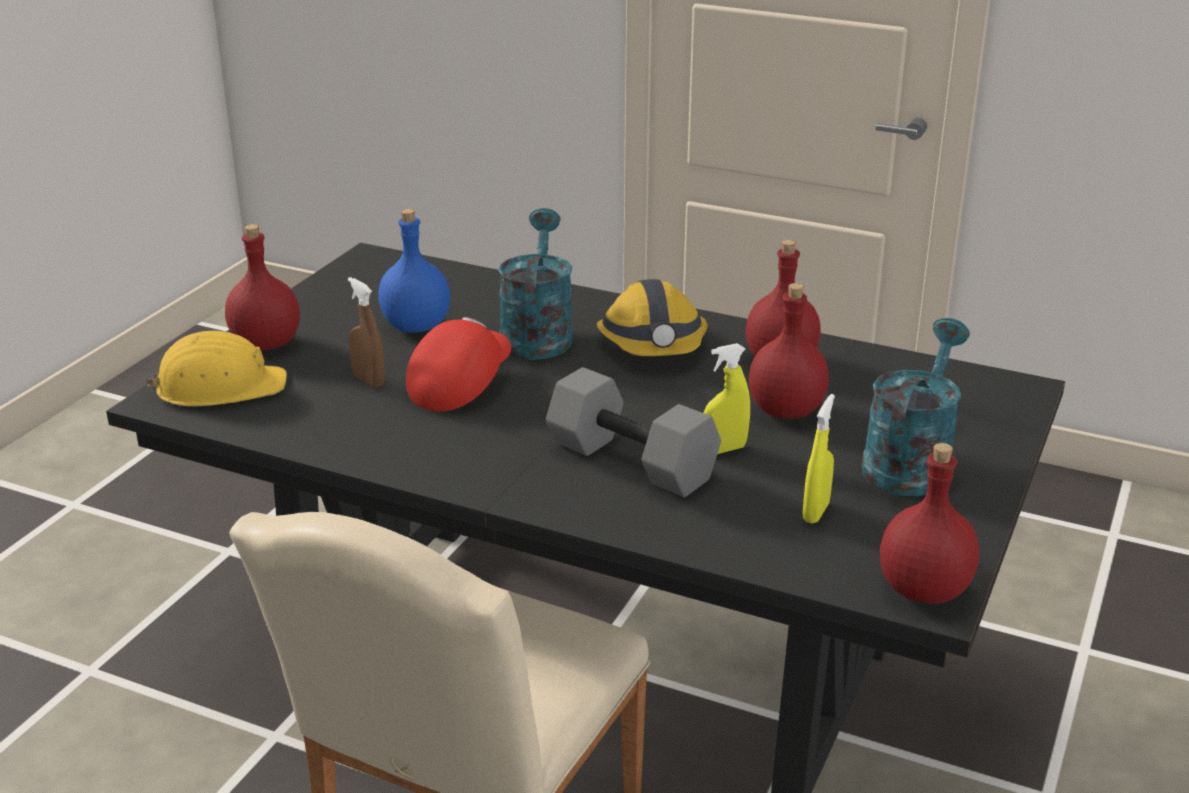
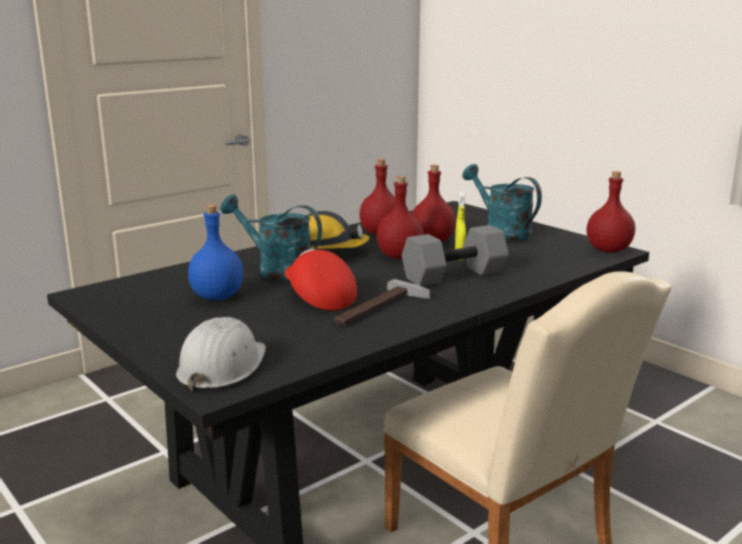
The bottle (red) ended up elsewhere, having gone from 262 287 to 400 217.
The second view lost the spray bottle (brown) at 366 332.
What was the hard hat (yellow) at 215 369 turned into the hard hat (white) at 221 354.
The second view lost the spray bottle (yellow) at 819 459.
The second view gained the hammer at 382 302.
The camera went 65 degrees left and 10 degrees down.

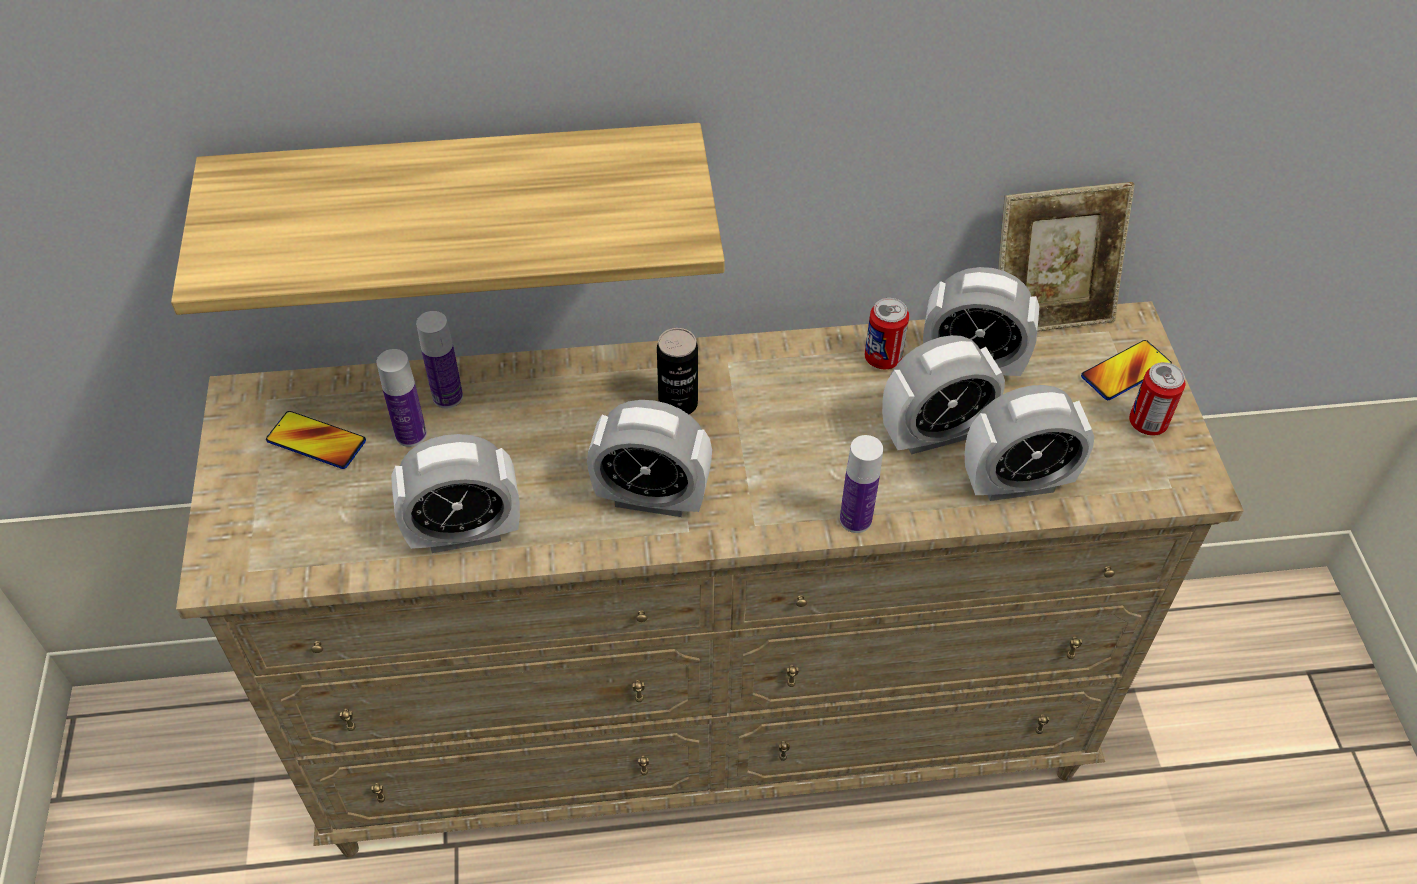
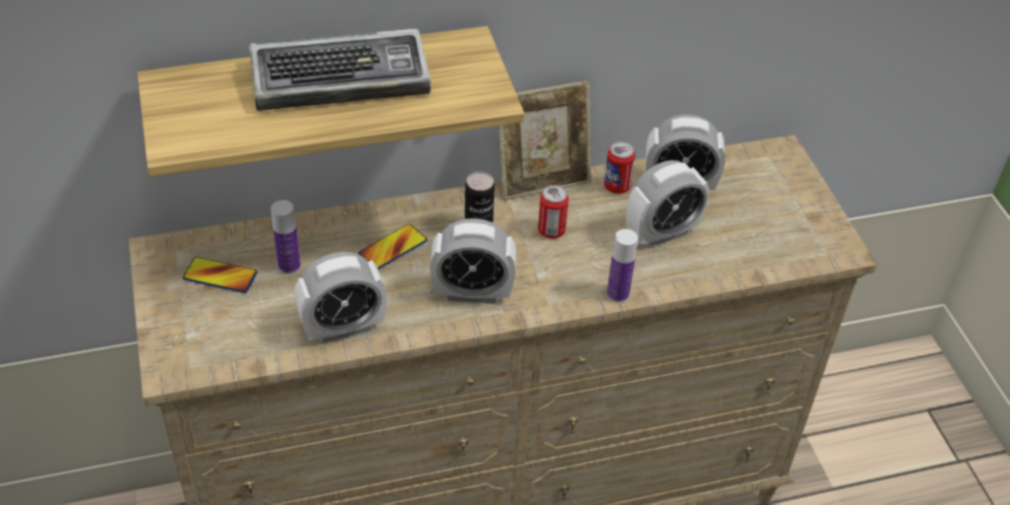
The picture frame ended up elsewhere, having gone from 1066 257 to 545 140.
The second view lost the bottle at 439 359.
The phone ended up elsewhere, having gone from 1126 370 to 392 246.
The can ended up elsewhere, having gone from 1157 399 to 553 212.
The second view lost the alarm clock at 1030 443.
The second view gained the keyboard at 340 69.
The camera went 10 degrees left and 5 degrees down.

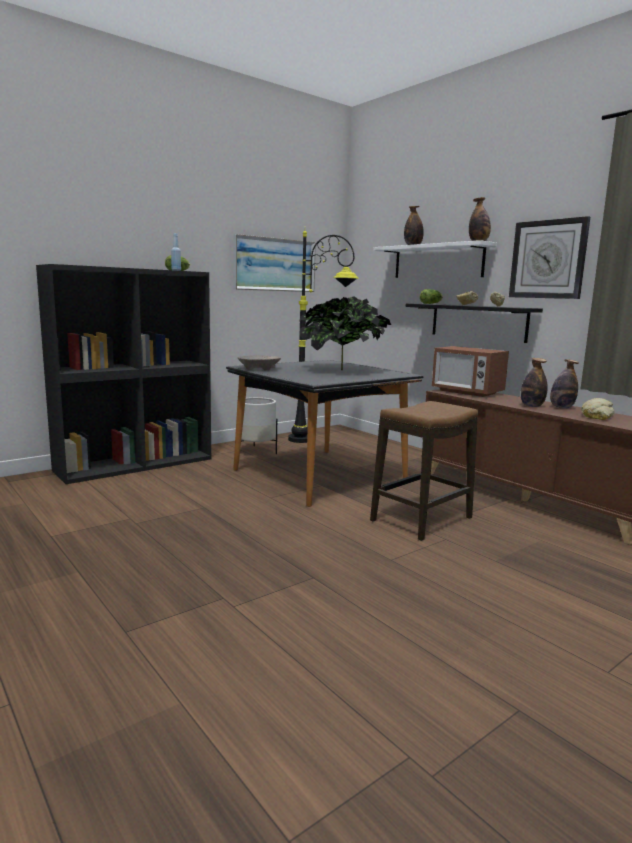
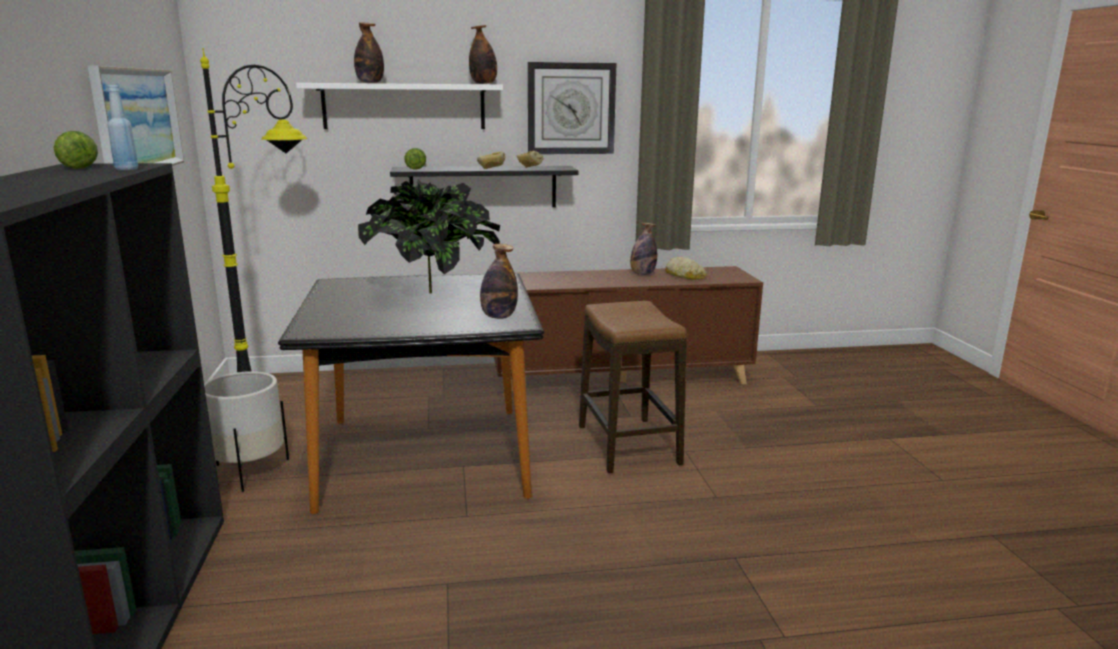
The second view lost the microwave at 470 371.
The second view lost the bowl (beige) at 259 363.
The bottle ended up elsewhere, having gone from 534 382 to 499 281.
The camera went 60 degrees left and 5 degrees up.

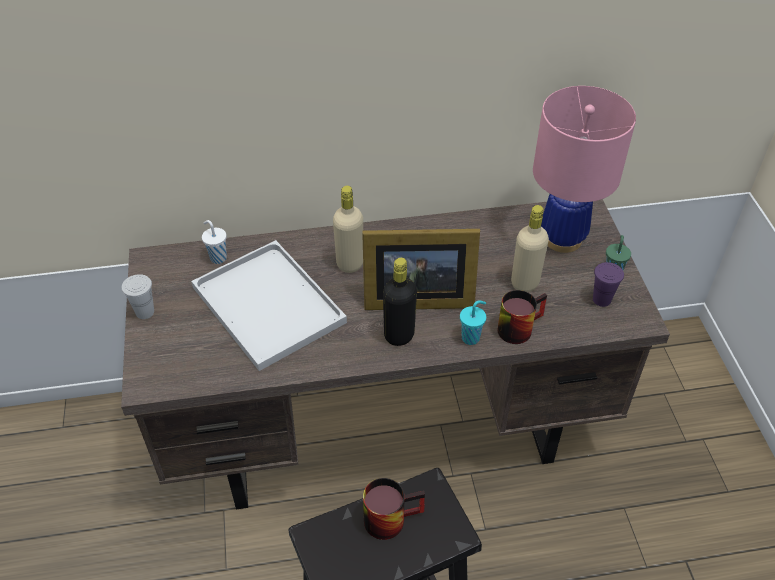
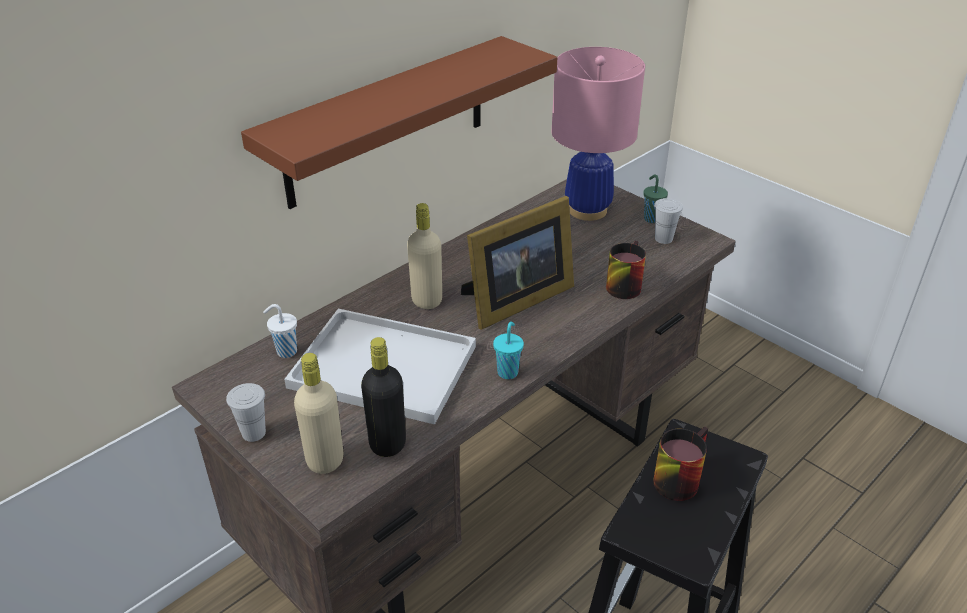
The bottle (beige) ended up elsewhere, having gone from 530 248 to 319 413.
The bottle (black) ended up elsewhere, having gone from 400 302 to 383 397.
What was the cup (purple) at 608 284 turned into the cup (white) at 668 221.
The cup (turquoise) ended up elsewhere, having gone from 473 322 to 508 350.
The second view gained the shelf (brown) at 399 122.
The camera went 35 degrees left and 10 degrees down.

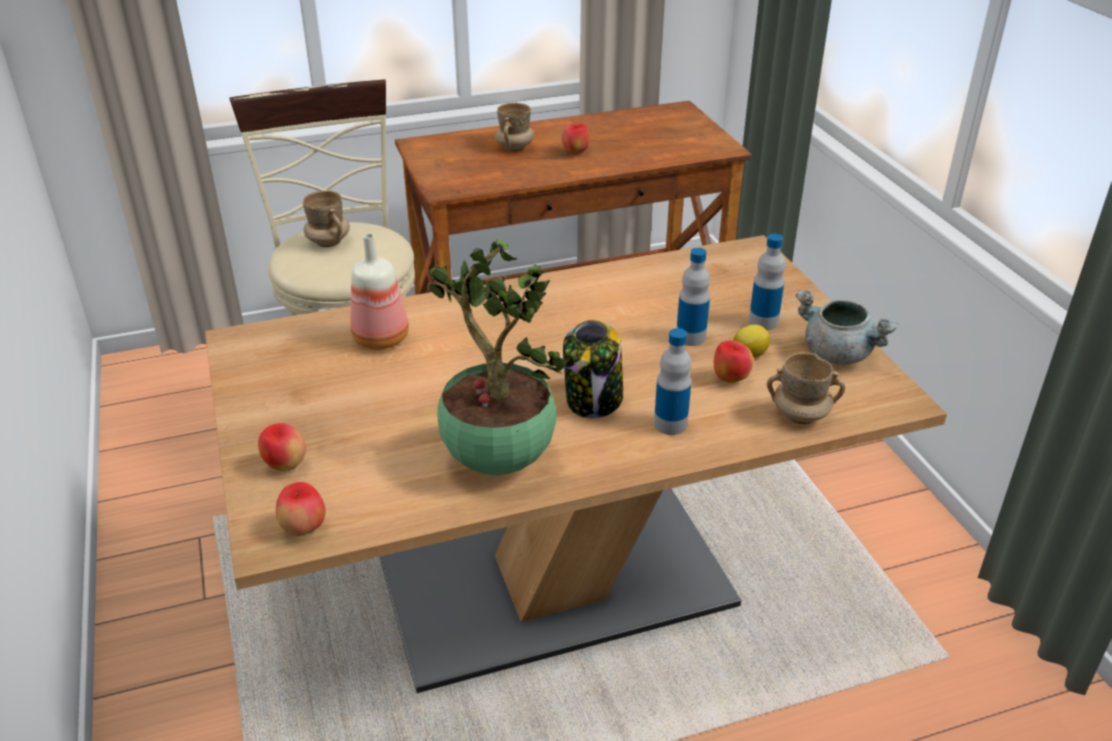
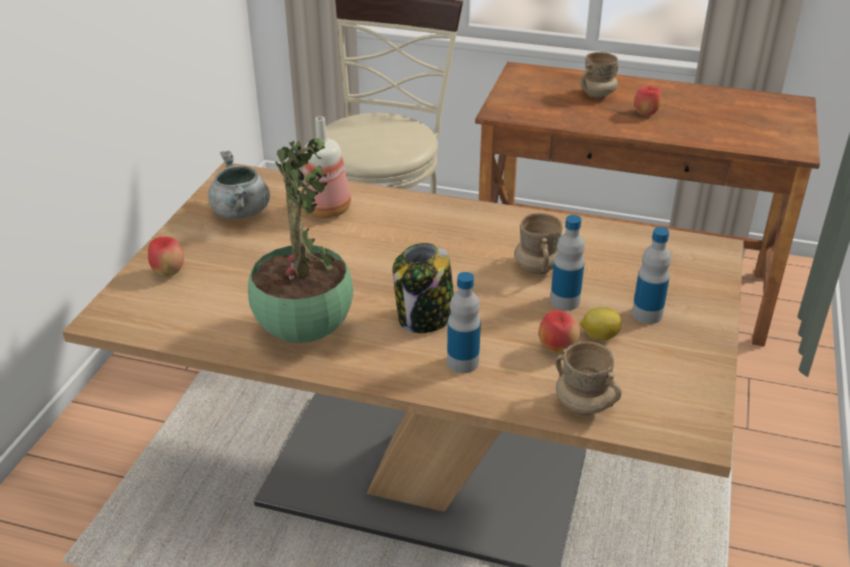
The mug (beige) ended up elsewhere, having gone from 326 219 to 538 243.
The cooking pot (grey) ended up elsewhere, having gone from 847 328 to 239 185.
The second view lost the apple at 300 509.
The camera went 35 degrees right and 0 degrees up.

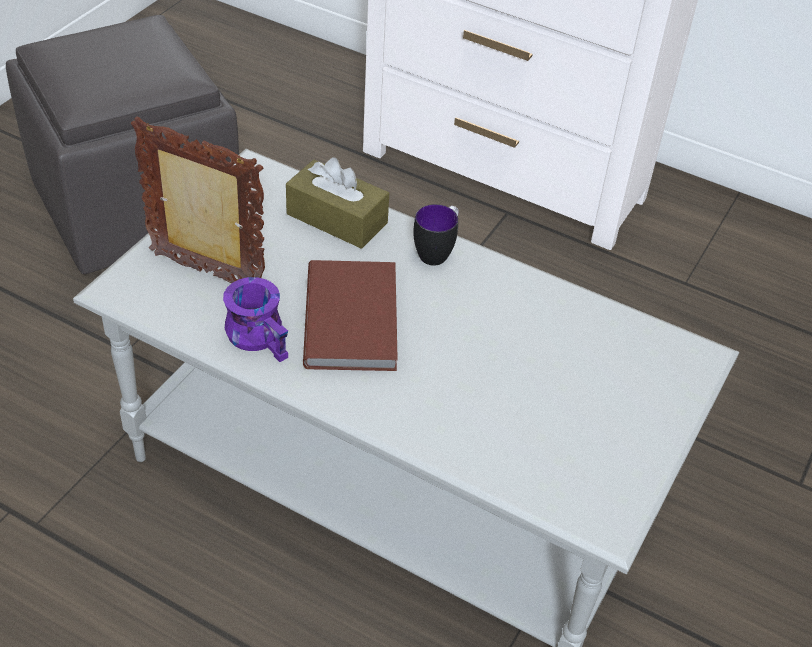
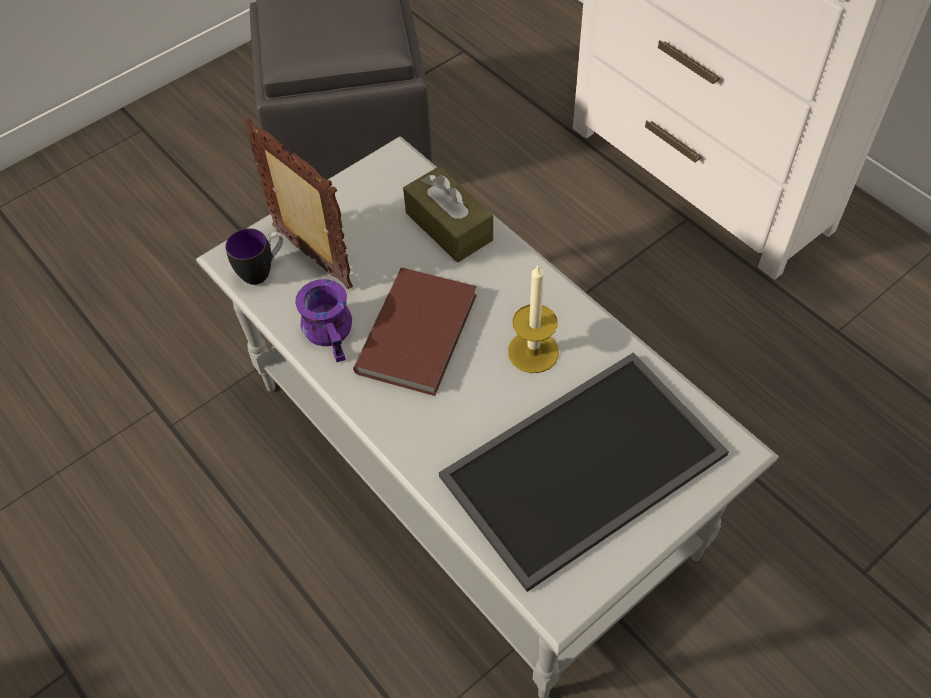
The mug ended up elsewhere, having gone from 435 235 to 254 256.
The second view gained the candle at 533 319.
The second view gained the tray at 584 472.
The camera went 25 degrees right and 10 degrees up.

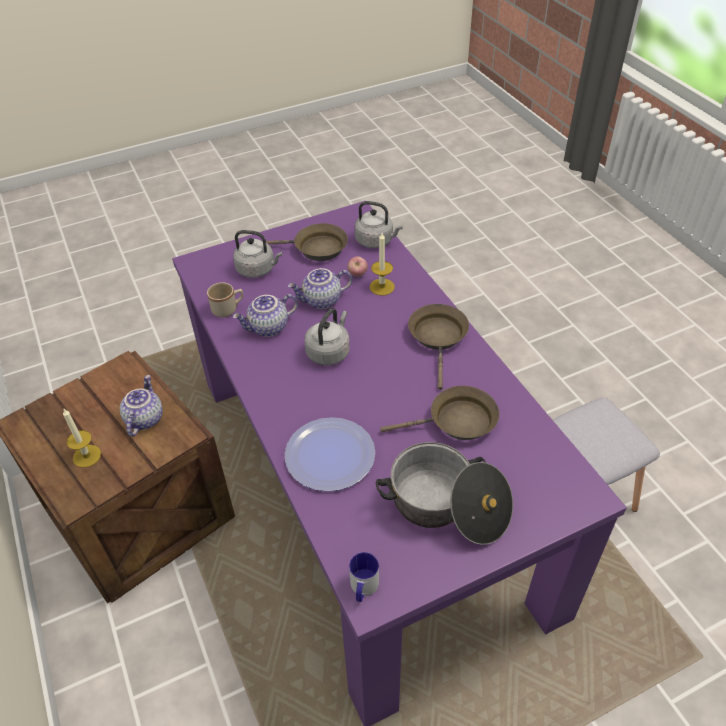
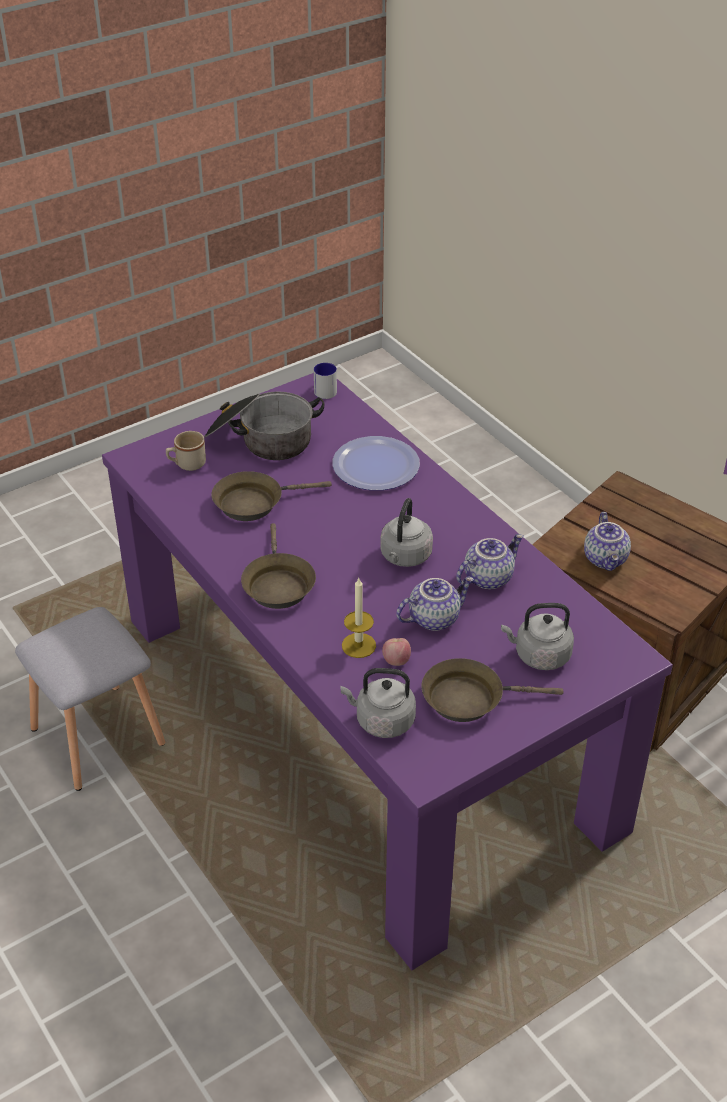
The mug (beige) ended up elsewhere, having gone from 225 299 to 186 451.
The second view lost the candle at 82 438.
The camera went 170 degrees right and 5 degrees down.

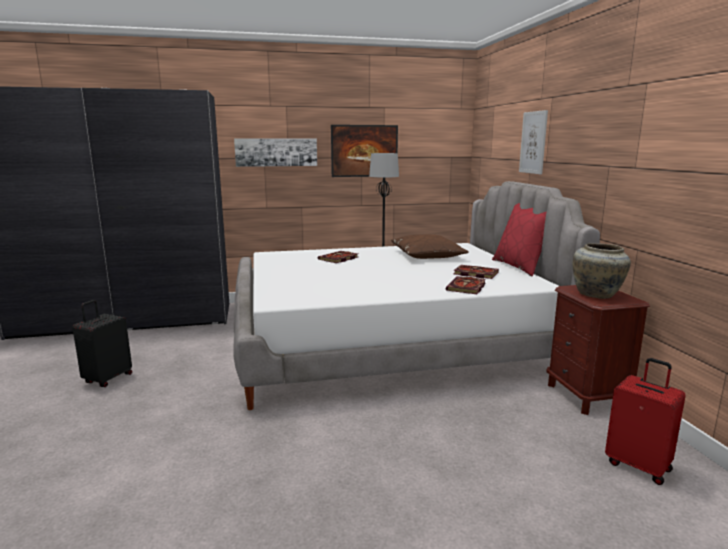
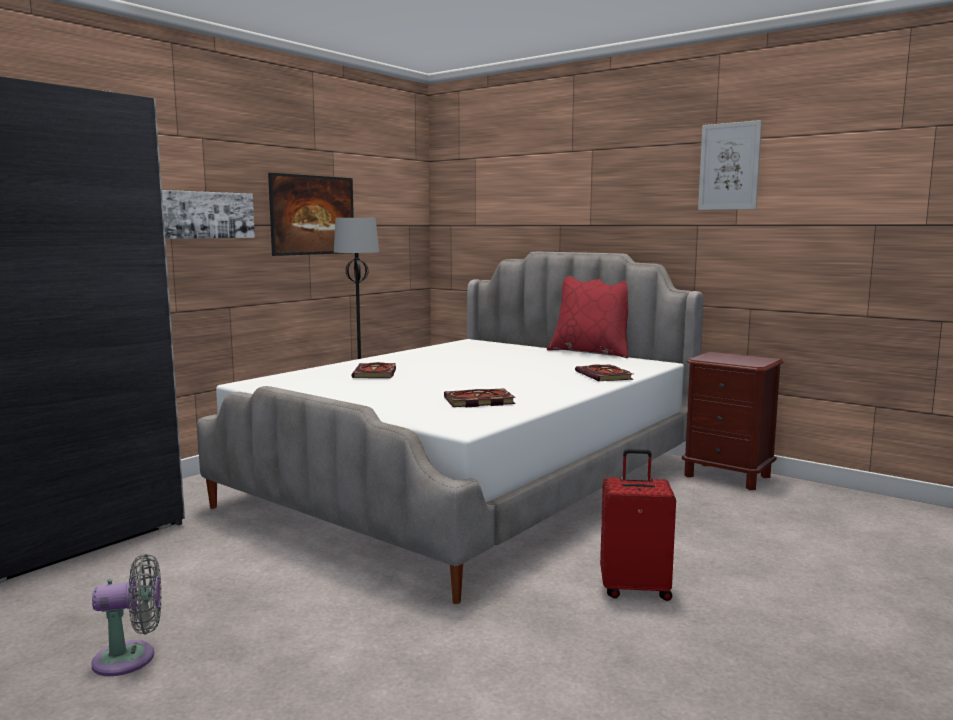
The picture ended up elsewhere, having gone from 533 142 to 730 165.
The second view lost the pillow (brown) at 430 246.
The second view lost the vase (beige) at 602 271.
The book ended up elsewhere, having gone from 476 272 to 480 397.
Where the suitcase (black) stood at 102 343, the fan (grey) came to stand at 126 615.
The suitcase (red) ended up elsewhere, having gone from 645 421 to 638 525.
The camera went 40 degrees left and 5 degrees down.

